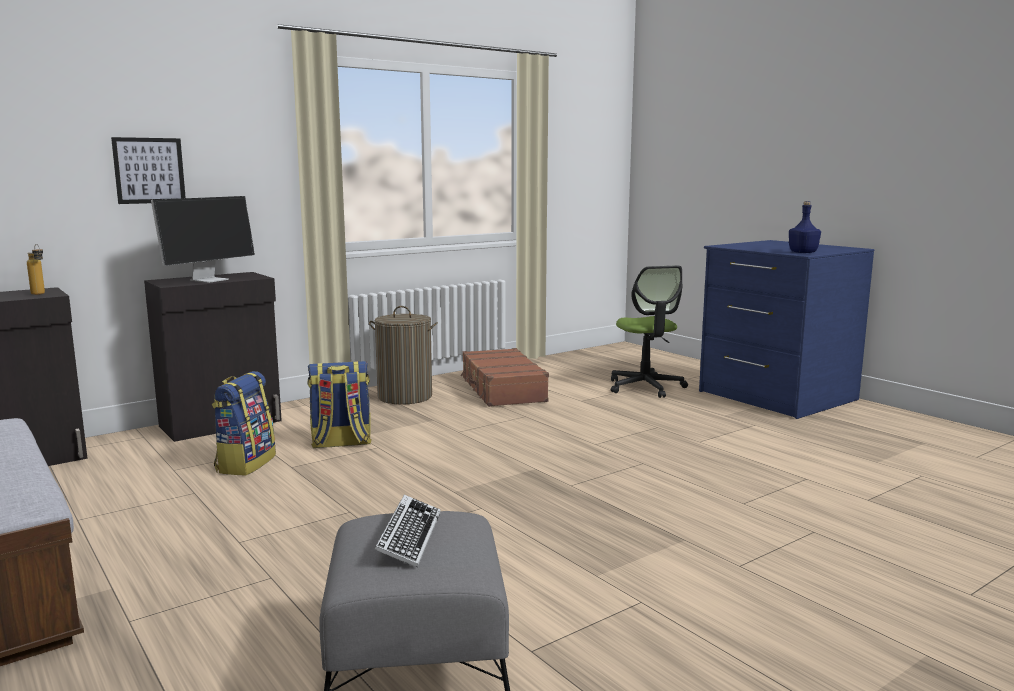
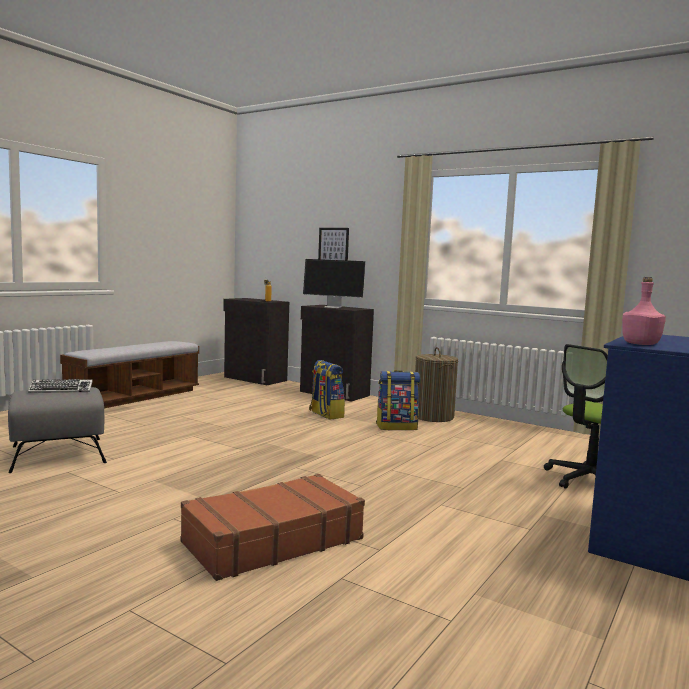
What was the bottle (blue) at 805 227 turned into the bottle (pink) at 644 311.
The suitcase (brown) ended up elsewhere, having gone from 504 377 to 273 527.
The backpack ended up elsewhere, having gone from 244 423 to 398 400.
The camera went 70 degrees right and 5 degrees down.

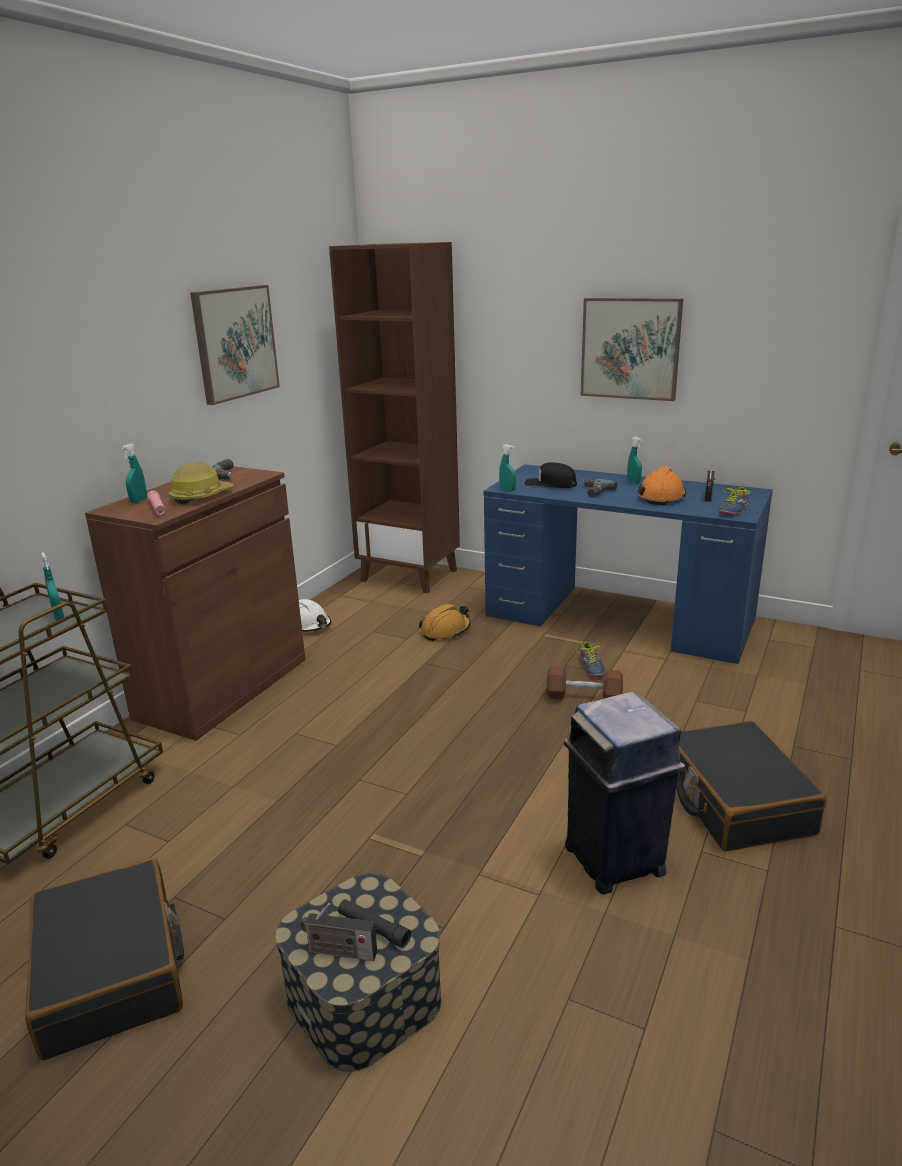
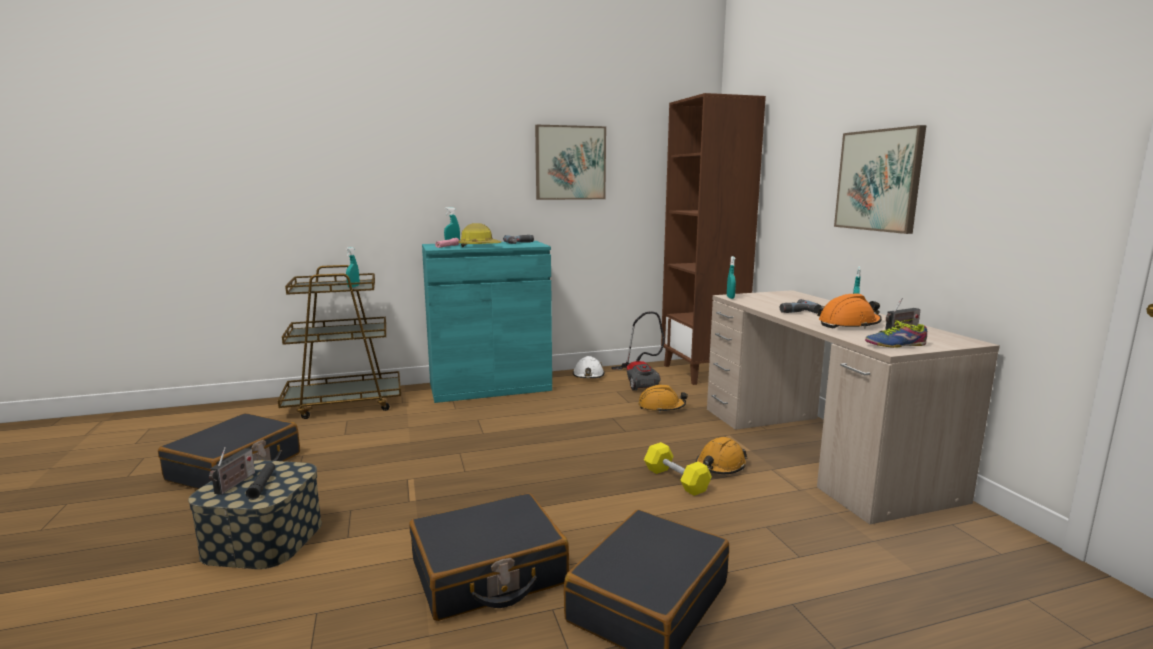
The second view lost the cap (black) at 550 475.
What was the desk (blue) at 628 564 turned into the desk (beige) at 853 407.
What was the cabinet (brown) at 195 603 turned into the cabinet (turquoise) at 487 322.
Where the shoe stood at 590 659, the hard hat (orange) came to stand at 722 455.
What was the dumbbell (brown) at 584 683 turned into the dumbbell (yellow) at 678 469.
Where the trash can (blue) stood at 624 793, the suitcase (black) came to stand at 489 557.
The radio at 338 932 ended up facing another way, 135 degrees counterclockwise from before.
The second view gained the vacuum cleaner at 638 351.
The camera went 45 degrees right and 10 degrees down.

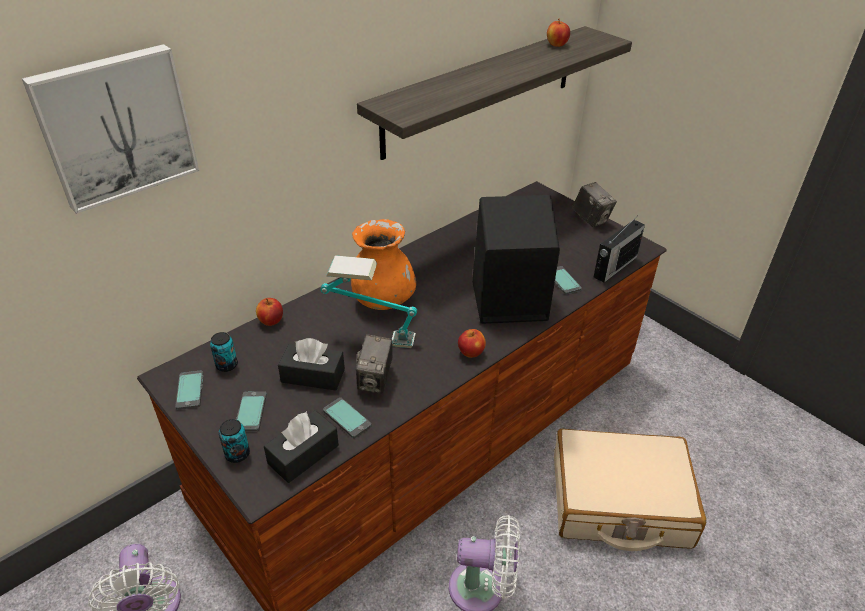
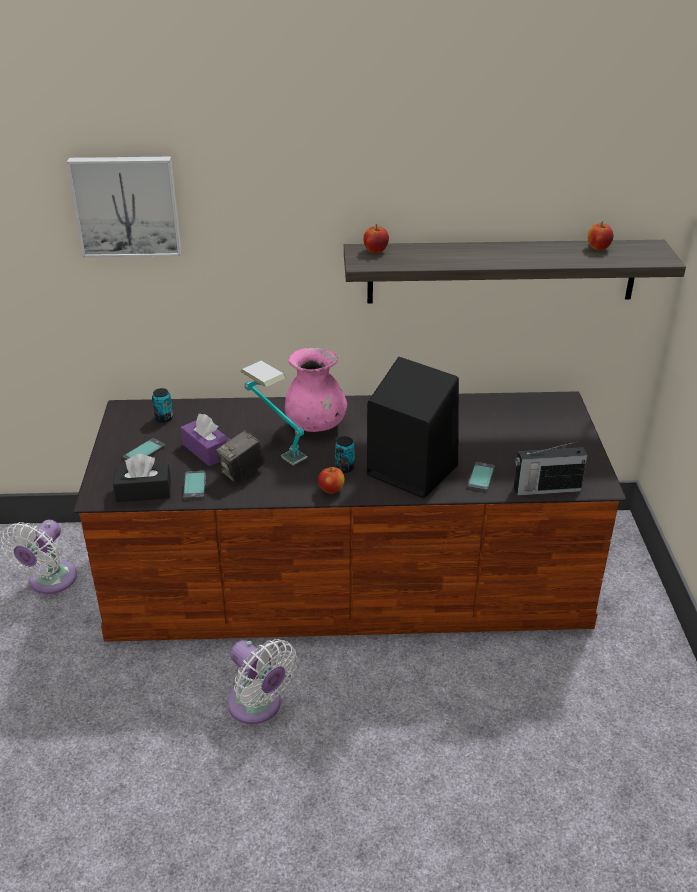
The second view lost the photo camera at 594 204.
What was the vase (orange) at 383 264 turned into the vase (pink) at 316 390.
The apple ended up elsewhere, having gone from 269 312 to 376 238.
What was the tissue box (black) at 311 364 turned into the tissue box (purple) at 204 440.
The second view lost the phone at 189 390.
The can ended up elsewhere, having gone from 234 441 to 345 454.
The second view lost the suitcase (beige) at 630 490.
The camera went 40 degrees right and 5 degrees down.

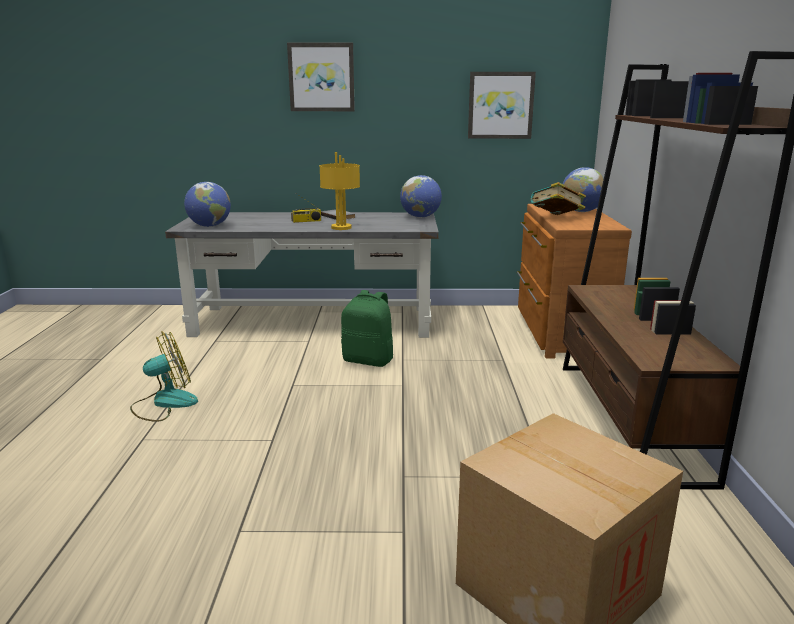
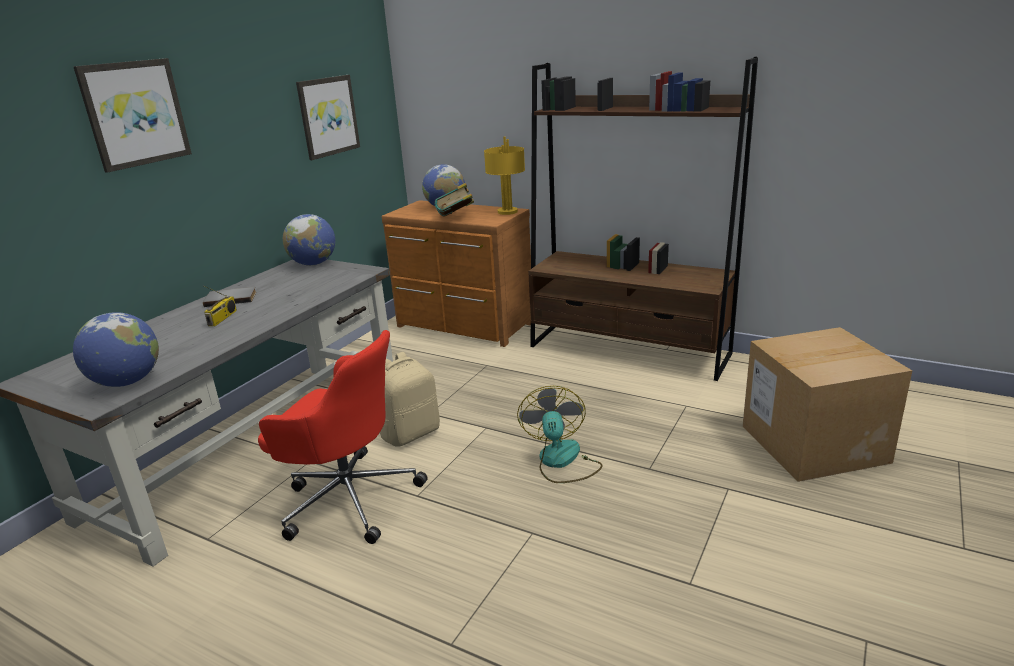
The table lamp (yellow) ended up elsewhere, having gone from 339 191 to 504 175.
What was the backpack (green) at 367 328 turned into the backpack (beige) at 409 399.
The fan ended up elsewhere, having gone from 164 376 to 560 434.
The second view gained the office chair (red) at 343 437.
The camera went 60 degrees left and 5 degrees up.

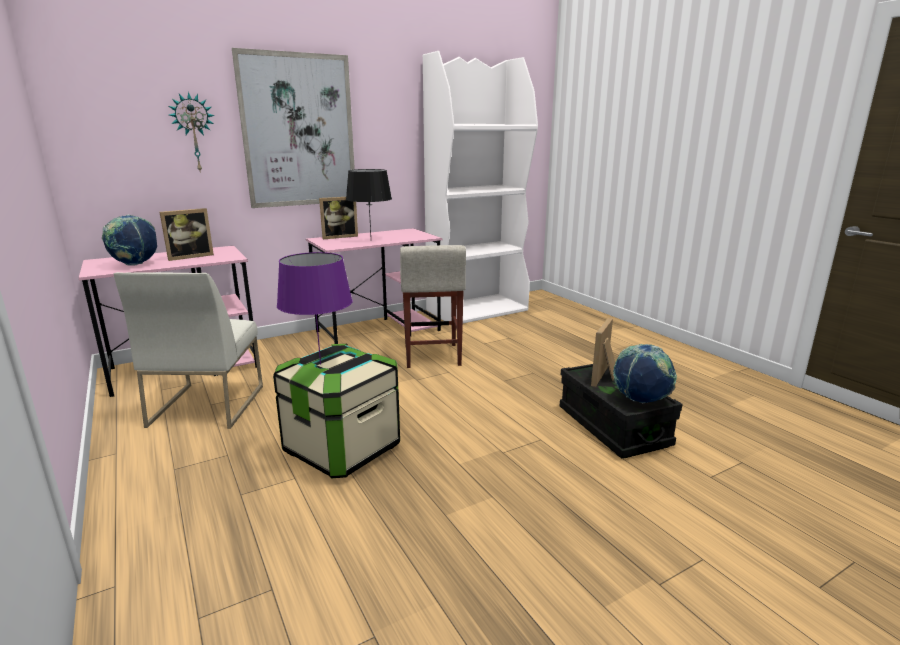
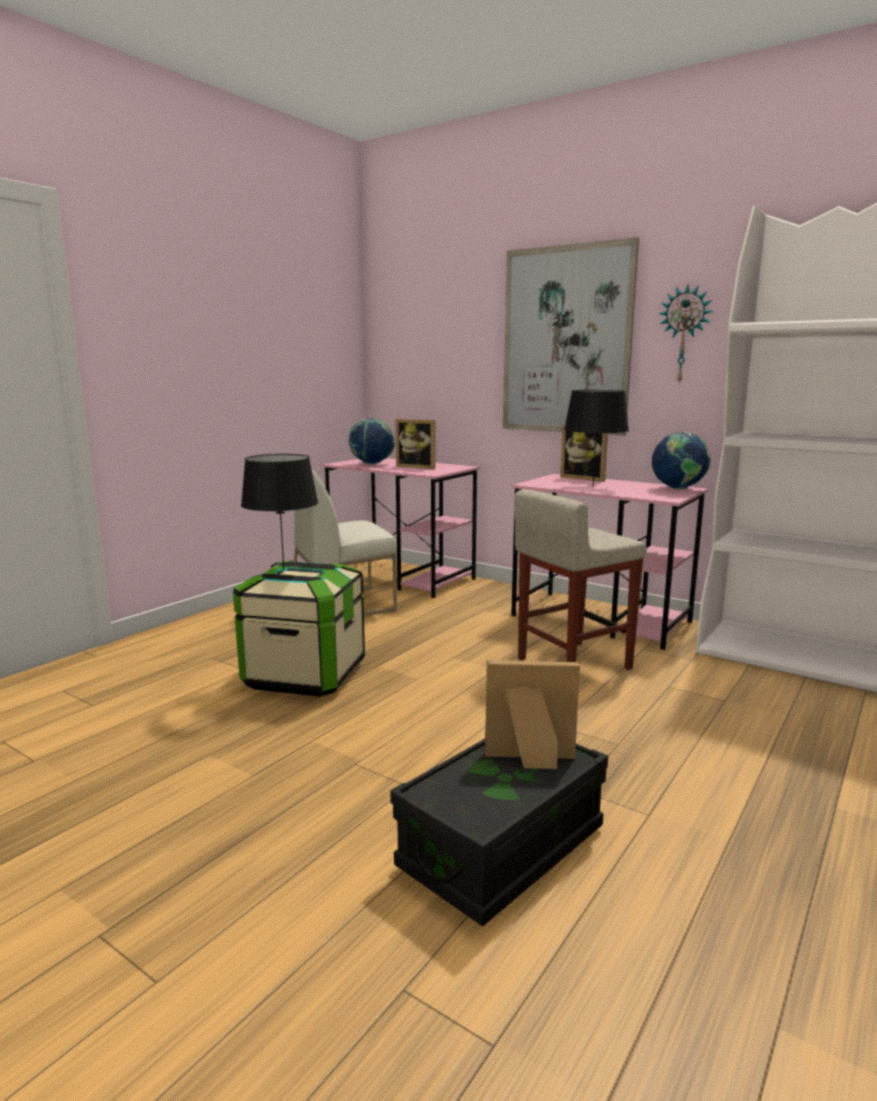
The wall clock ended up elsewhere, having gone from 192 132 to 686 335.
What was the table lamp (purple) at 315 308 turned into the table lamp (black) at 279 512.
The globe ended up elsewhere, having gone from 645 373 to 681 461.
The camera went 65 degrees right and 5 degrees down.

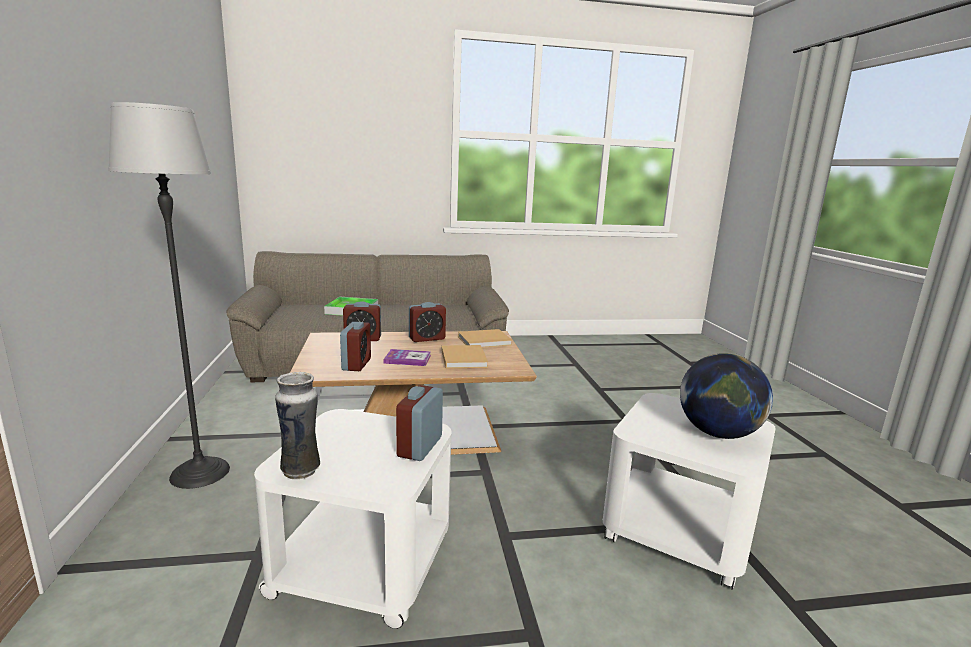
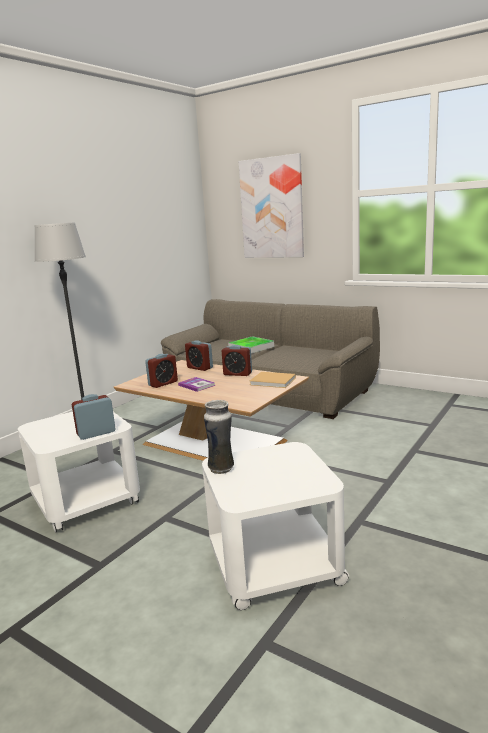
The second view lost the book (beige) at 465 357.
The second view lost the globe at 726 396.
The vase ended up elsewhere, having gone from 297 425 to 219 437.
The second view gained the picture at 271 205.
The camera went 45 degrees right and 0 degrees up.

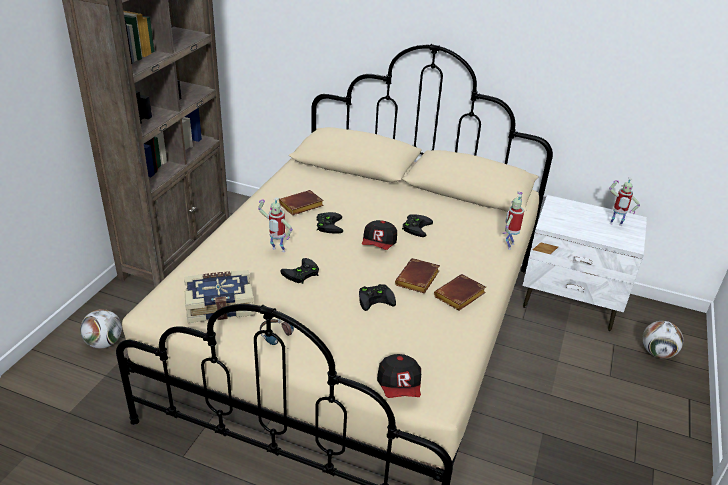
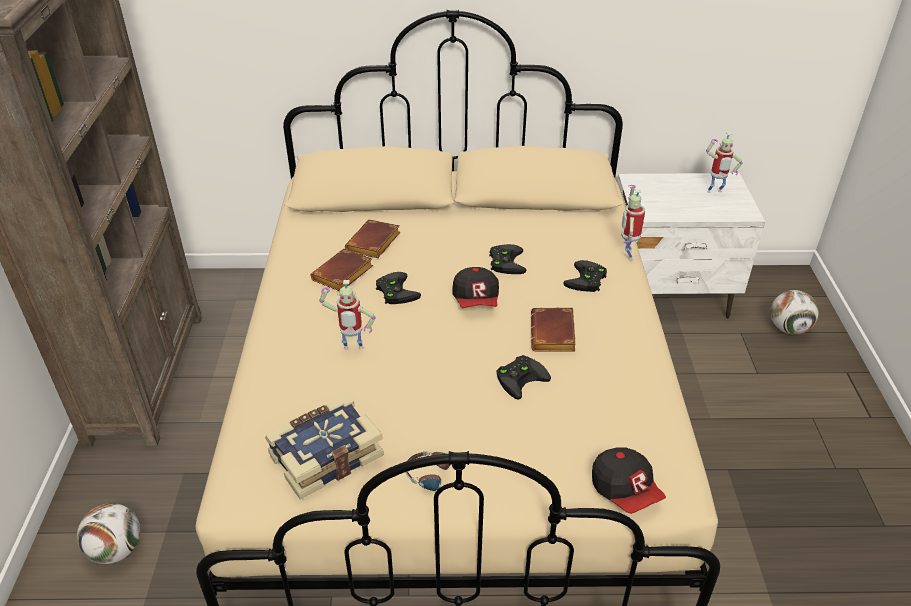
The game controller (black) ended up elsewhere, having gone from 299 271 to 585 276.
The book (brown) ended up elsewhere, having gone from 460 292 to 372 238.
The camera went 20 degrees left and 5 degrees up.

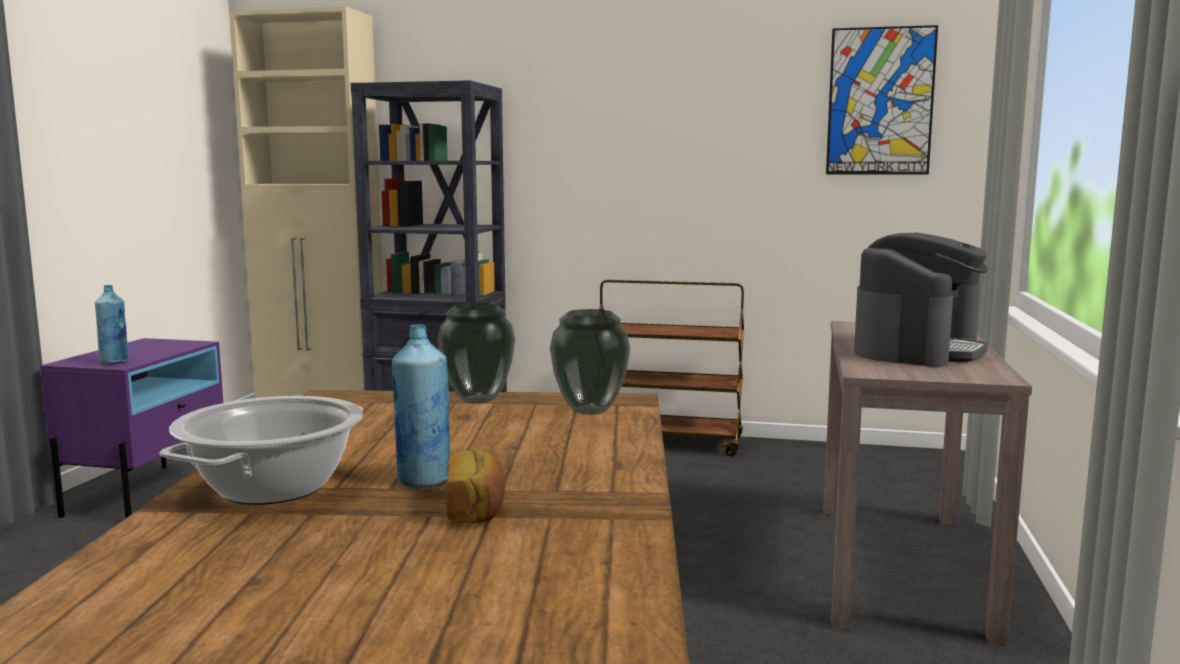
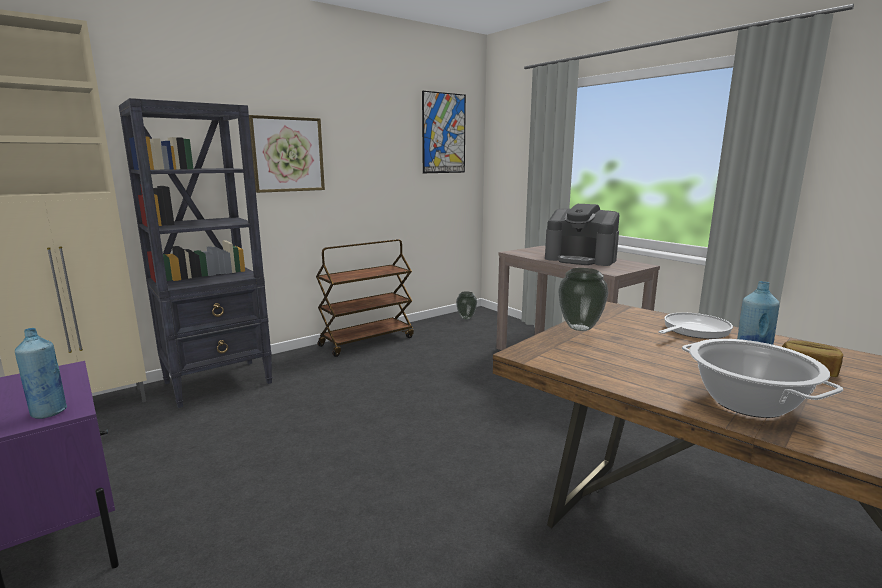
The coffee machine at 921 300 ended up facing another way, 135 degrees clockwise from before.
The vase ended up elsewhere, having gone from 590 362 to 466 305.
The second view gained the picture at 287 154.
The second view gained the frying pan at 695 326.
The camera went 50 degrees left and 5 degrees up.

